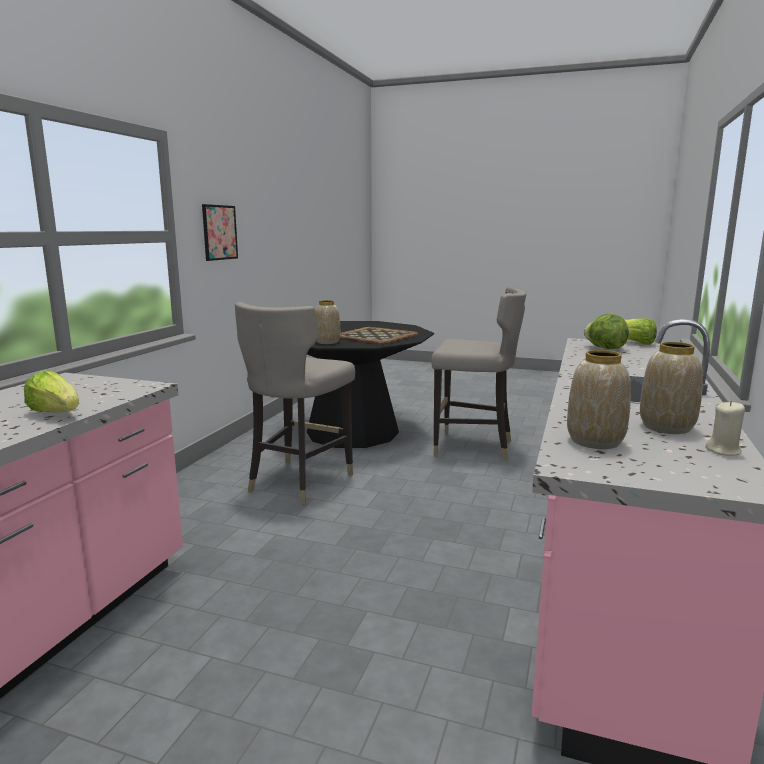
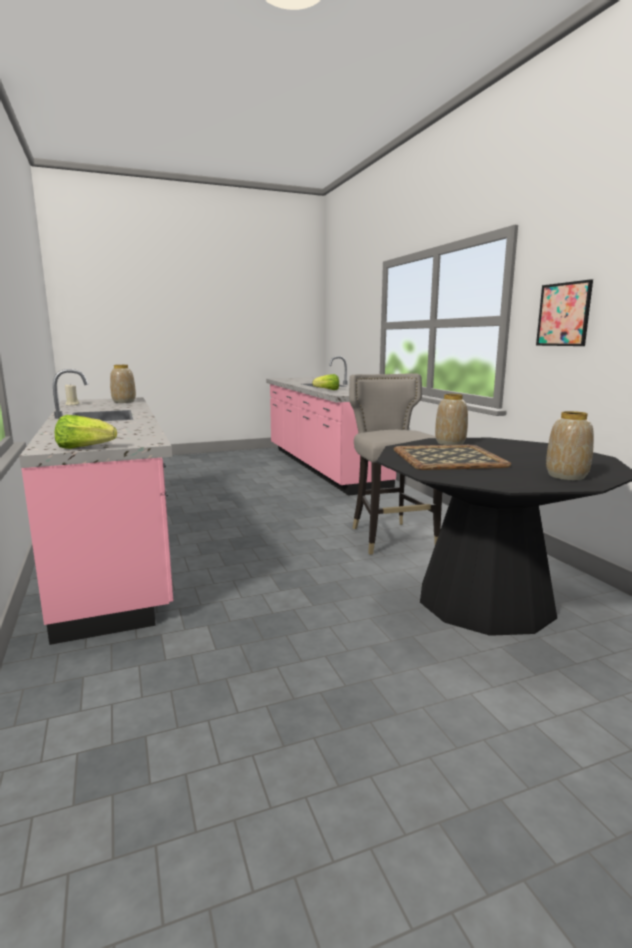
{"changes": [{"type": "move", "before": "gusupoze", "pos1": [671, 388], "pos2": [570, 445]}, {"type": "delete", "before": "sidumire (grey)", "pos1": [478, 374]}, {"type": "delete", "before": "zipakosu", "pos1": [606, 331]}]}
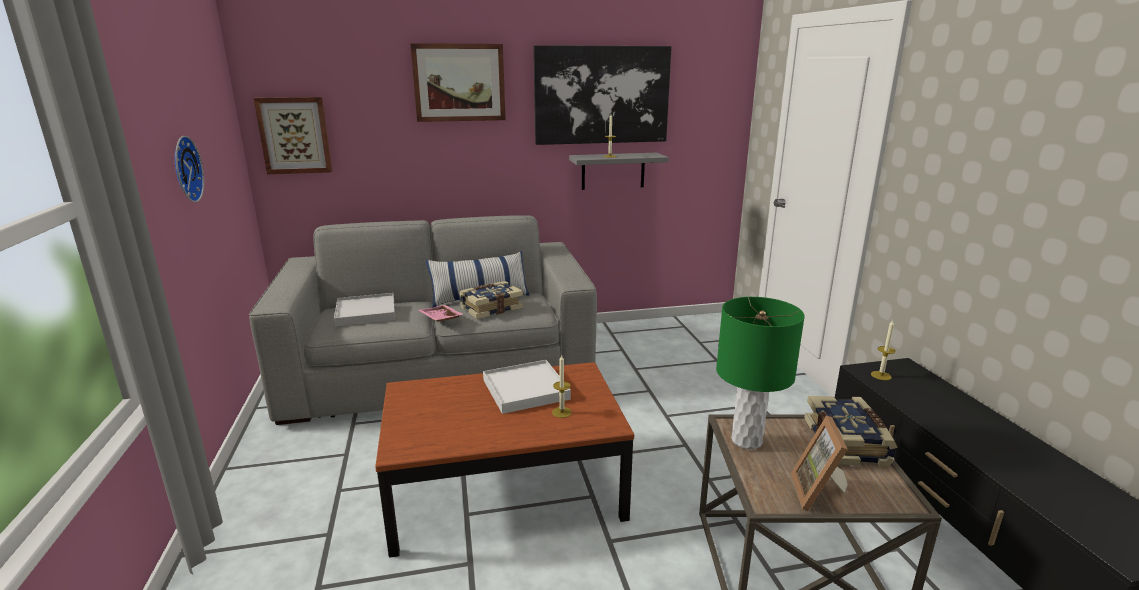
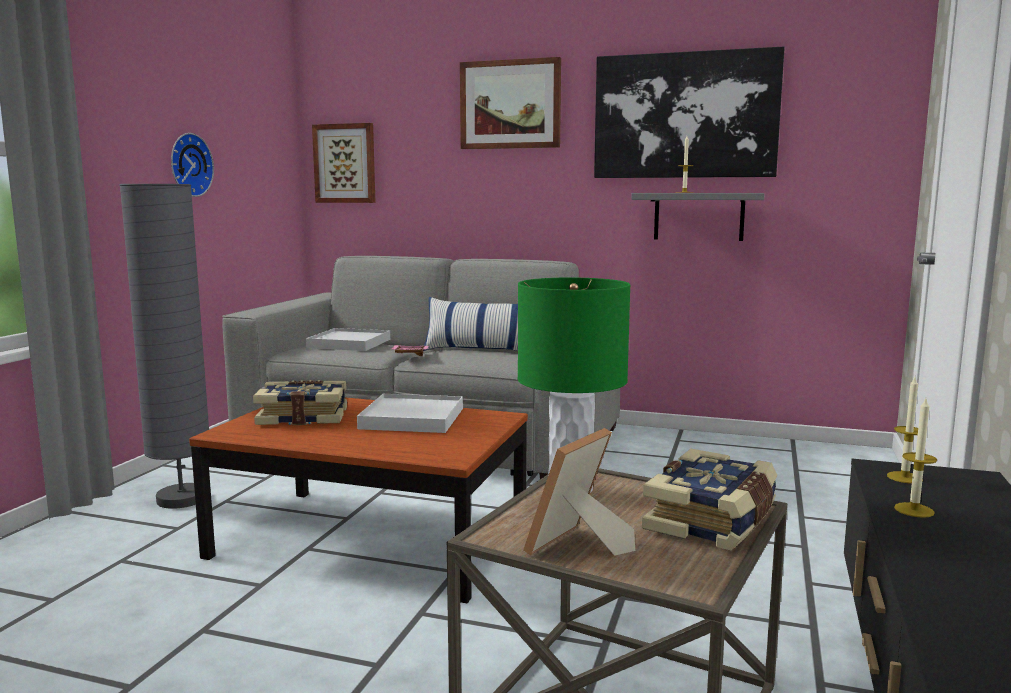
{"changes": [{"type": "insert", "after": "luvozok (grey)", "pos2": [164, 346]}, {"type": "move", "before": "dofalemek", "pos1": [491, 300], "pos2": [300, 402]}, {"type": "move", "before": "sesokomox", "pos1": [562, 386], "pos2": [915, 458]}]}
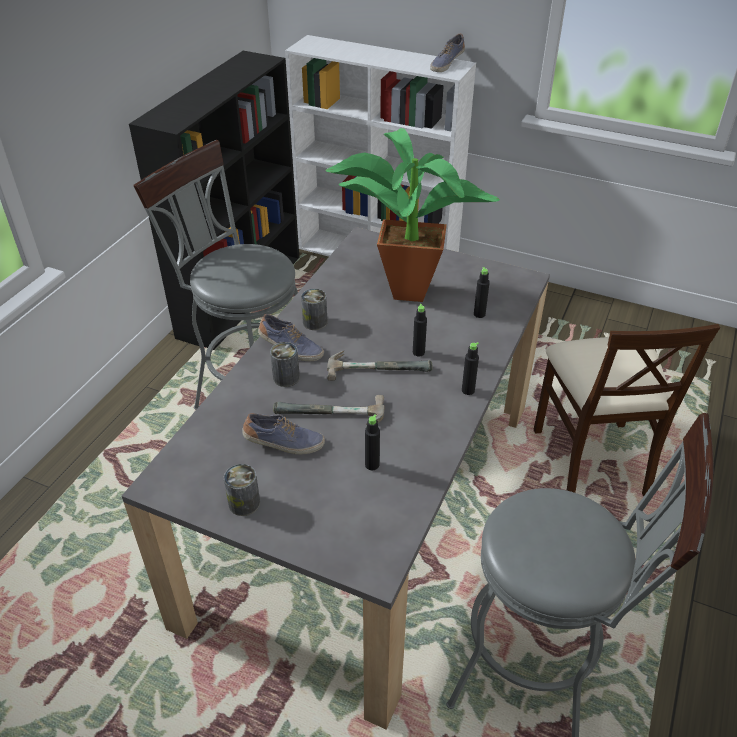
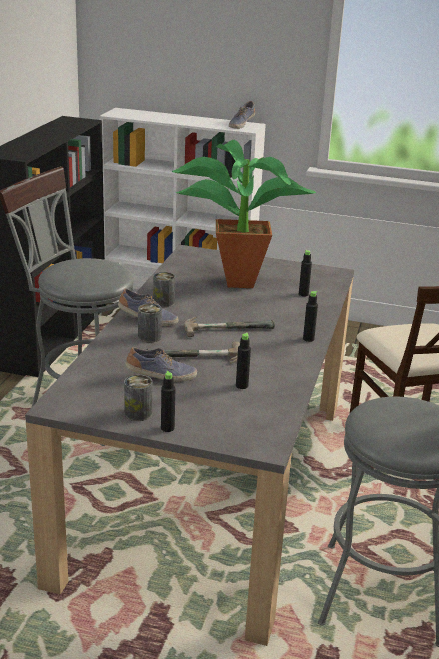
{"changes": [{"type": "move", "before": "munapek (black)", "pos1": [420, 330], "pos2": [168, 401]}]}
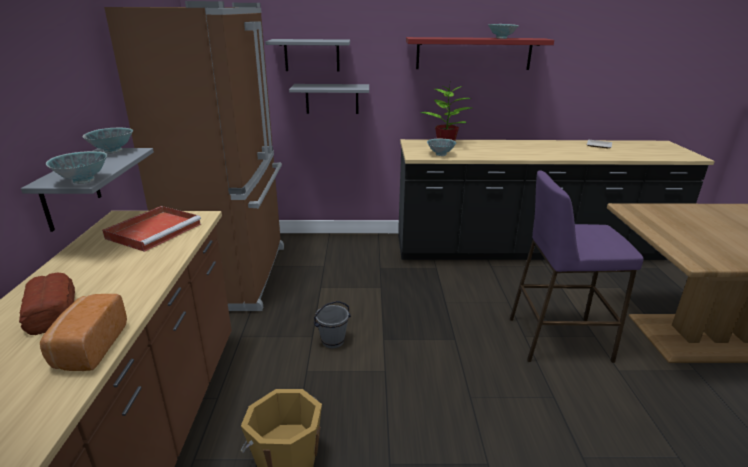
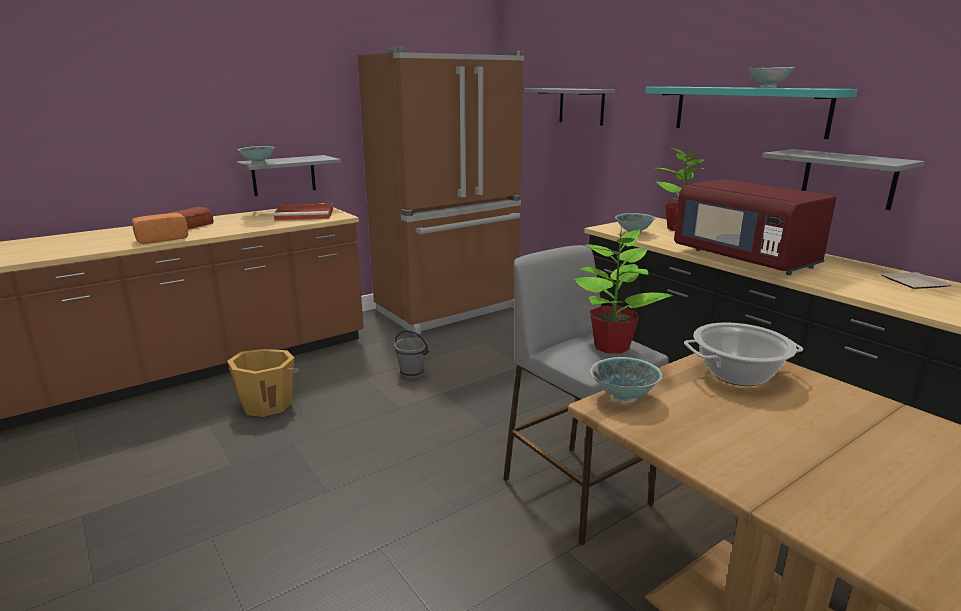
{"changes": [{"type": "recolor", "before": "sidumire (purple)", "after": "sidumire (grey)", "pos1": [577, 266], "pos2": [585, 395]}, {"type": "insert", "after": "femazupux", "pos2": [623, 290]}, {"type": "move", "before": "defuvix", "pos1": [107, 141], "pos2": [626, 380]}, {"type": "recolor", "before": "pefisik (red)", "after": "pefisik (turquoise)", "pos1": [480, 53], "pos2": [751, 113]}, {"type": "insert", "after": "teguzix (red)", "pos2": [755, 227]}, {"type": "insert", "after": "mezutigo", "pos2": [743, 354]}, {"type": "move", "before": "pefisik (grey)", "pos1": [329, 99], "pos2": [843, 179]}]}
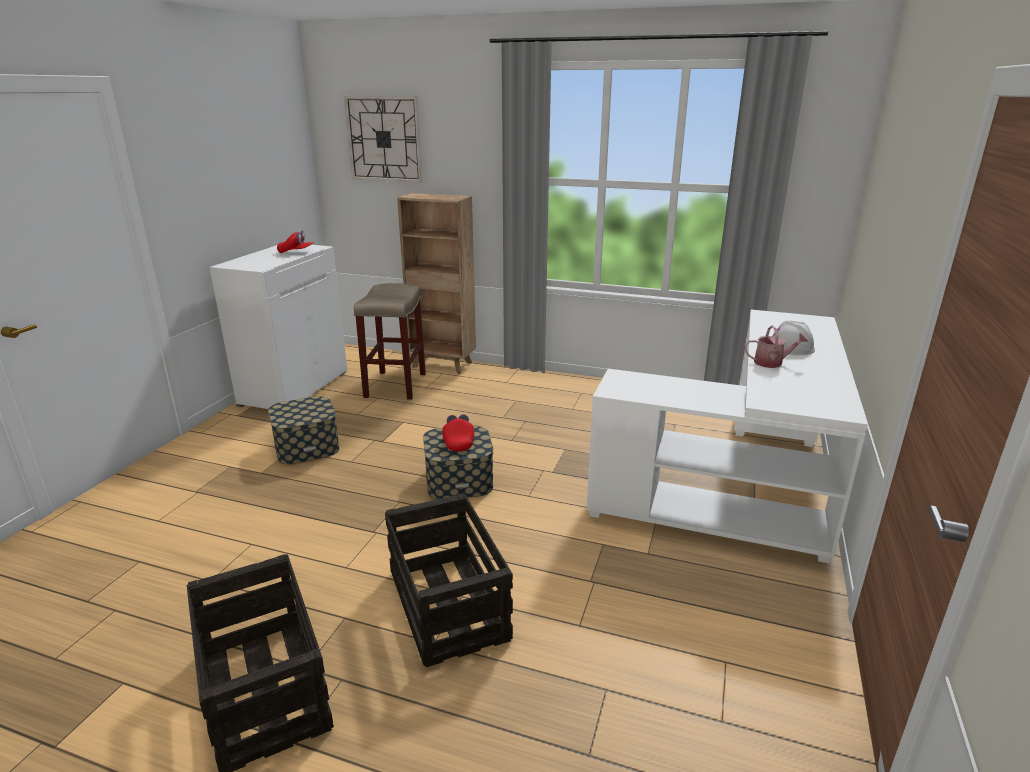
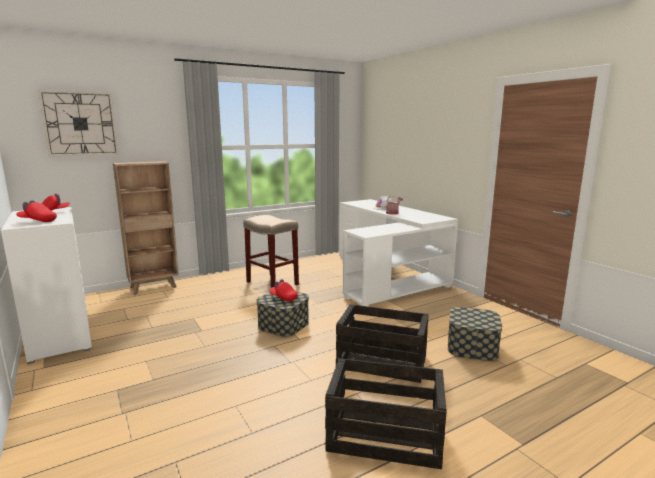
{"changes": [{"type": "insert", "after": "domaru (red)", "pos2": [36, 211]}, {"type": "move", "before": "sidumire (beige)", "pos1": [390, 341], "pos2": [271, 251]}, {"type": "move", "before": "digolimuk", "pos1": [304, 430], "pos2": [475, 334]}]}
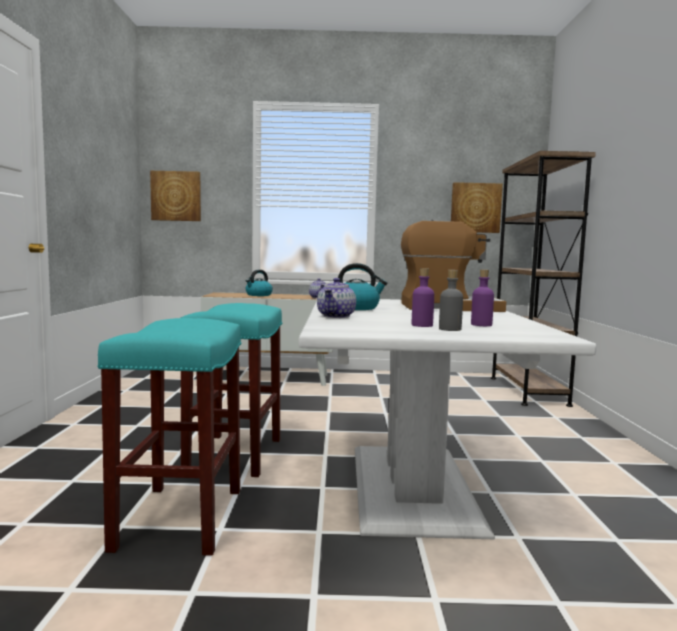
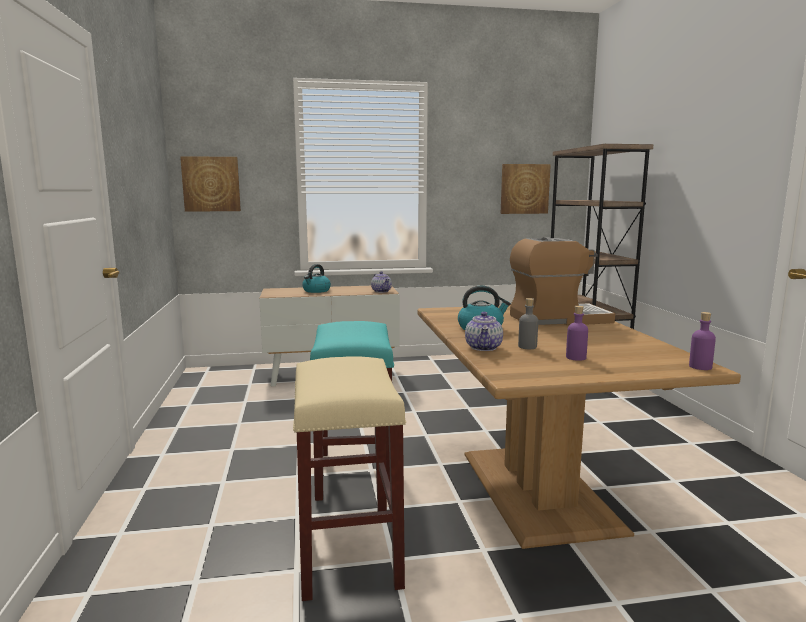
{"changes": [{"type": "recolor", "before": "sidumire (turquoise)", "after": "sidumire (beige)", "pos1": [169, 437], "pos2": [349, 478]}, {"type": "recolor", "before": "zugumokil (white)", "after": "zugumokil (brown)", "pos1": [447, 419], "pos2": [579, 427]}, {"type": "move", "before": "munapek (grey)", "pos1": [451, 300], "pos2": [528, 323]}, {"type": "move", "before": "munapek (purple)", "pos1": [482, 297], "pos2": [702, 341]}]}
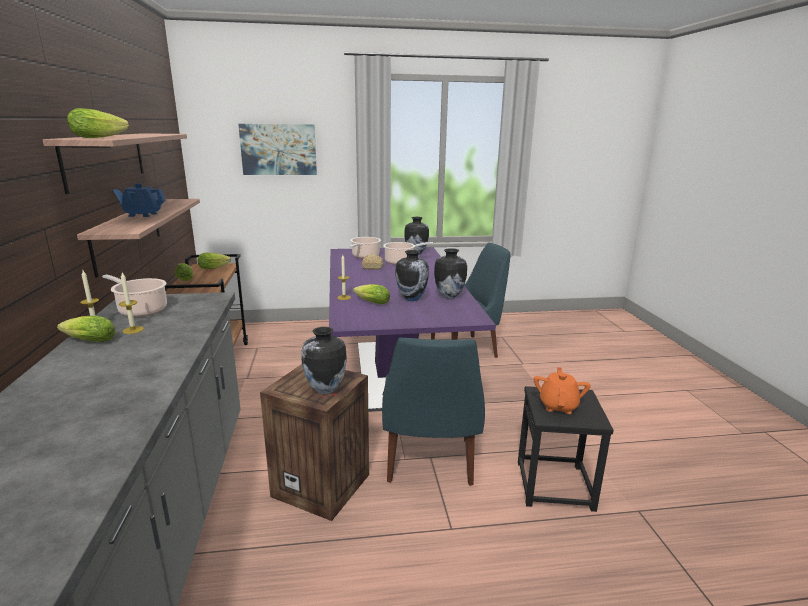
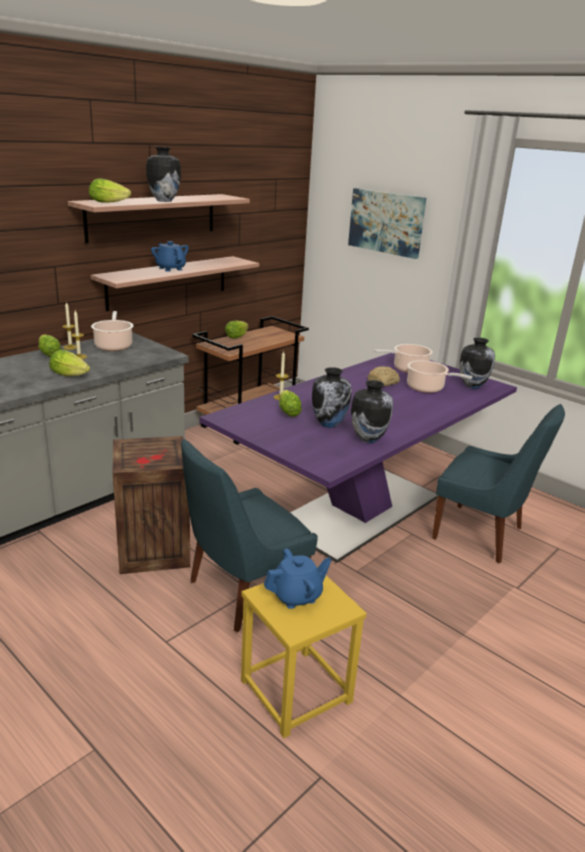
{"changes": [{"type": "move", "before": "zipakosu", "pos1": [214, 261], "pos2": [69, 363]}, {"type": "move", "before": "gusupoze", "pos1": [324, 360], "pos2": [163, 174]}, {"type": "recolor", "before": "sidumire (black)", "after": "sidumire (yellow)", "pos1": [566, 449], "pos2": [304, 652]}, {"type": "recolor", "before": "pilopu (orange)", "after": "pilopu (blue)", "pos1": [562, 390], "pos2": [297, 578]}]}
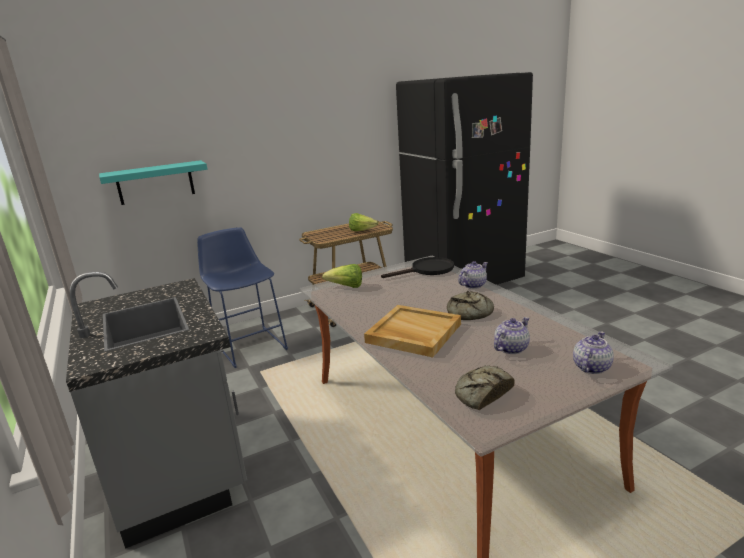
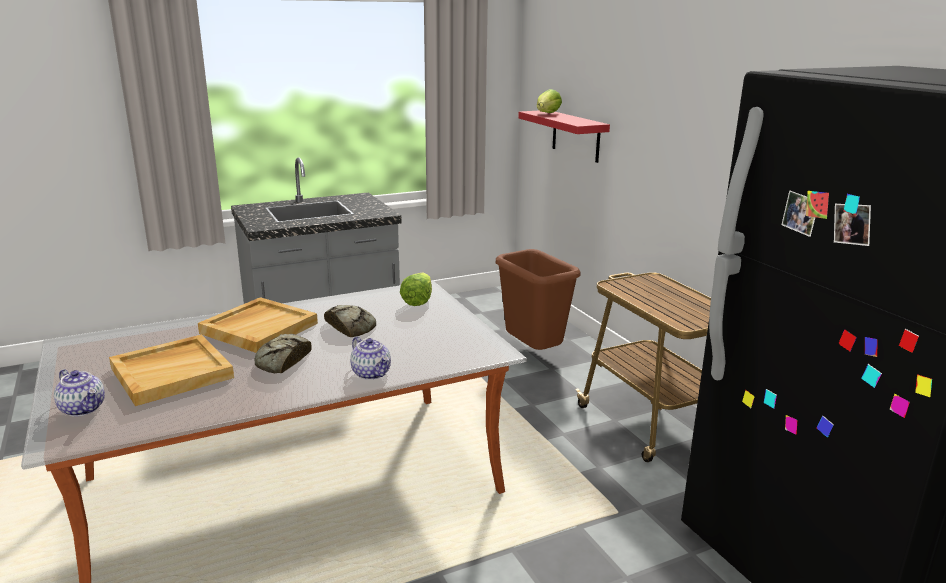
{"changes": [{"type": "replace", "before": "pilopu", "after": "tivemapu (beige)", "pos1": [512, 335], "pos2": [171, 370]}, {"type": "move", "before": "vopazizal", "pos1": [485, 388], "pos2": [350, 321]}, {"type": "replace", "before": "sidumire (blue)", "after": "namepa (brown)", "pos1": [242, 297], "pos2": [538, 299]}, {"type": "recolor", "before": "pefisik (turquoise)", "after": "pefisik (red)", "pos1": [153, 182], "pos2": [564, 137]}, {"type": "move", "before": "zipakosu", "pos1": [363, 222], "pos2": [549, 101]}, {"type": "delete", "before": "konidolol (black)", "pos1": [417, 267]}]}
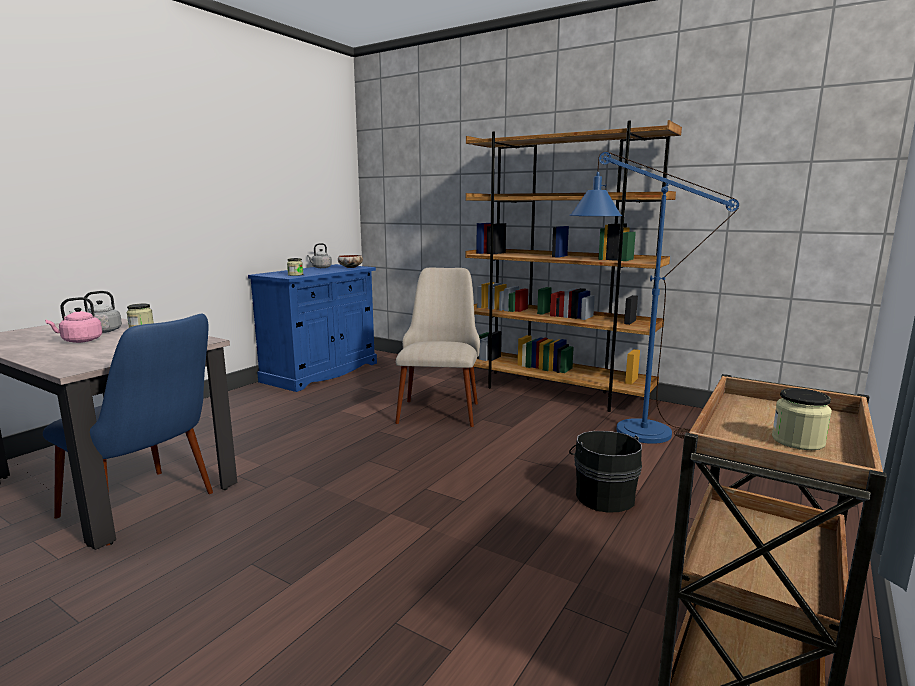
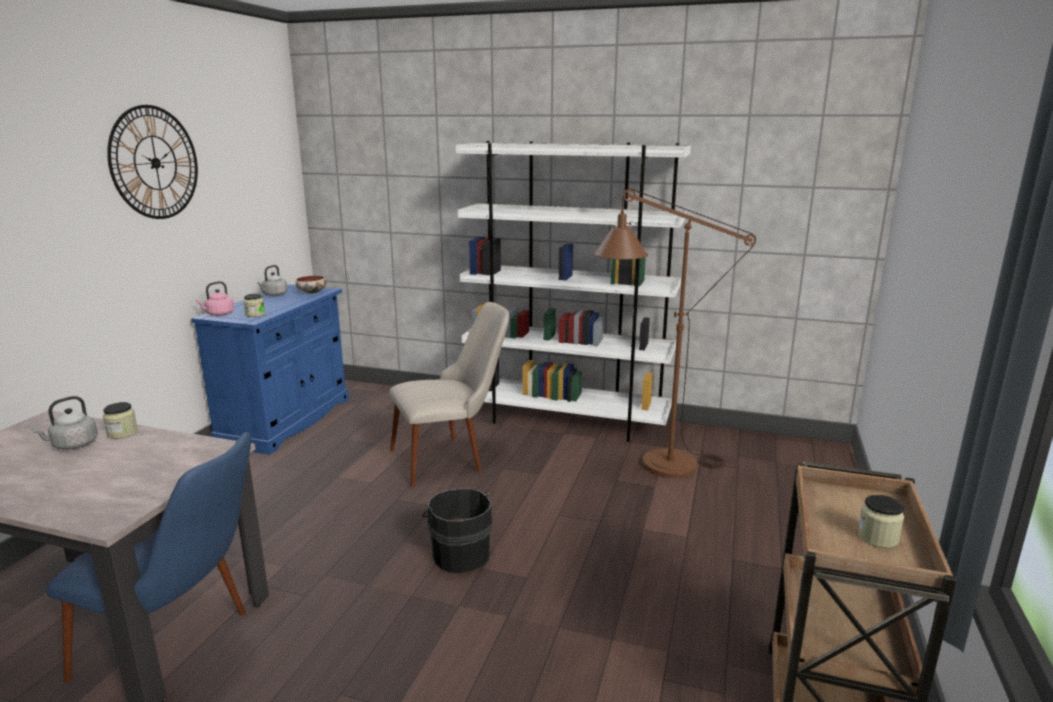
{"changes": [{"type": "insert", "after": "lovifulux", "pos2": [152, 162]}, {"type": "move", "before": "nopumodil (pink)", "pos1": [73, 320], "pos2": [215, 298]}, {"type": "rotate", "before": "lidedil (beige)", "pos1": [437, 347], "pos2": [449, 394], "turn": 75}, {"type": "move", "before": "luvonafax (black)", "pos1": [605, 472], "pos2": [457, 531]}, {"type": "recolor", "before": "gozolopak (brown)", "after": "gozolopak (white)", "pos1": [573, 266], "pos2": [573, 291]}, {"type": "recolor", "before": "luvozok (blue)", "after": "luvozok (brown)", "pos1": [654, 297], "pos2": [674, 333]}]}
